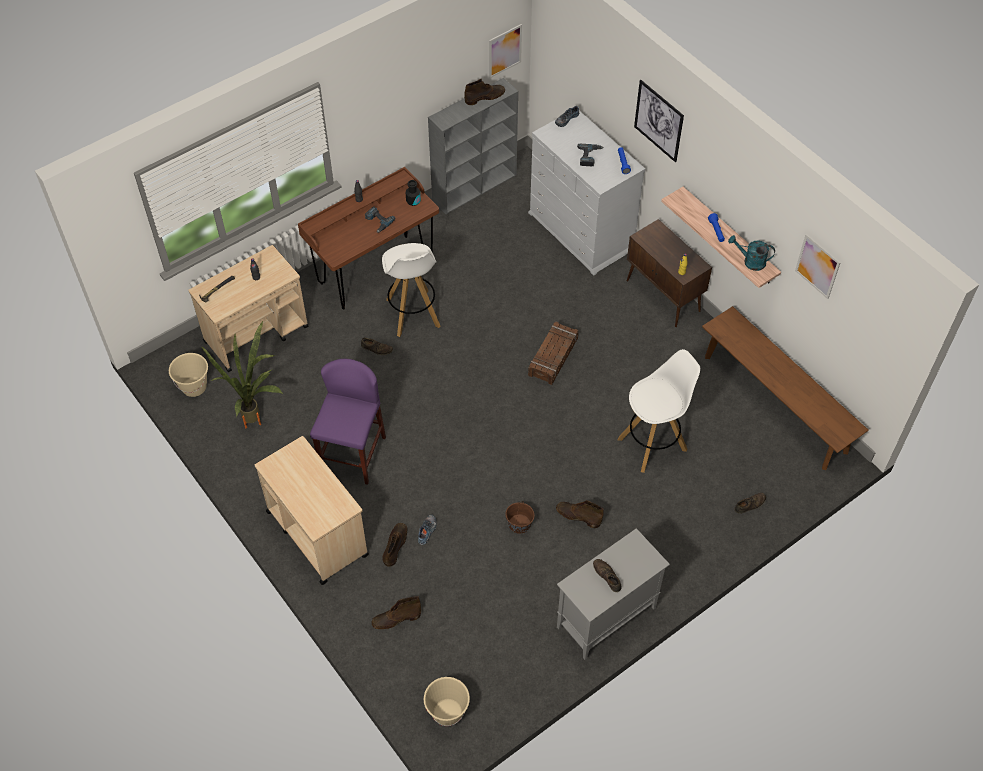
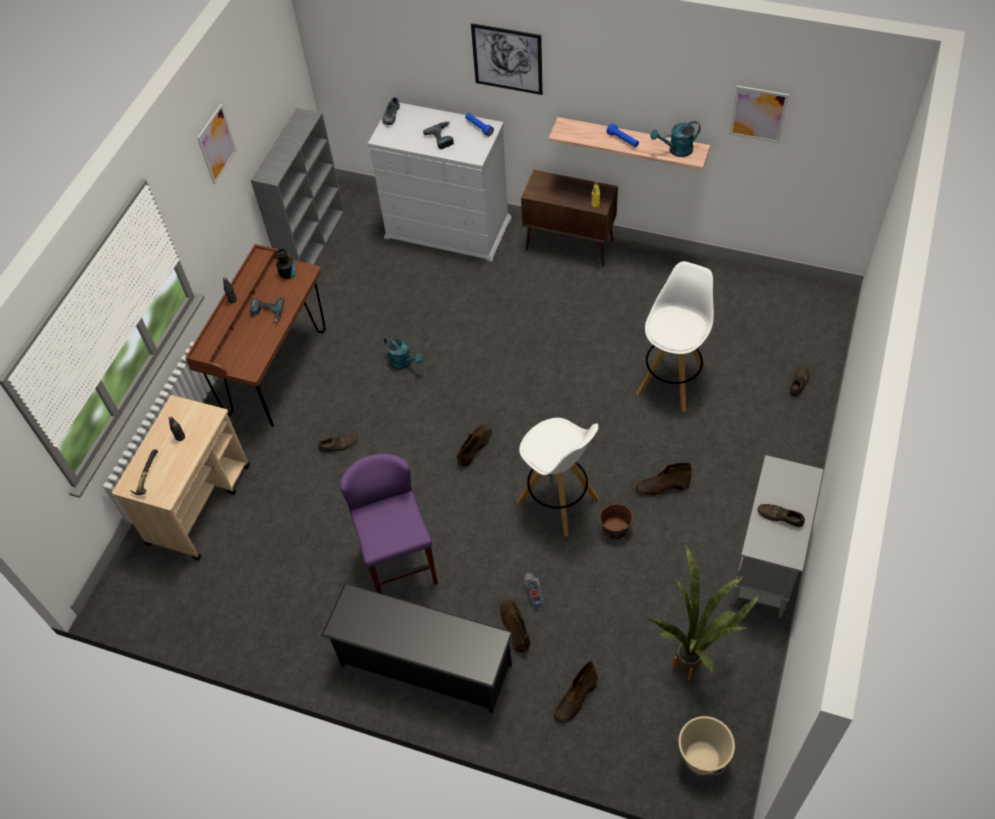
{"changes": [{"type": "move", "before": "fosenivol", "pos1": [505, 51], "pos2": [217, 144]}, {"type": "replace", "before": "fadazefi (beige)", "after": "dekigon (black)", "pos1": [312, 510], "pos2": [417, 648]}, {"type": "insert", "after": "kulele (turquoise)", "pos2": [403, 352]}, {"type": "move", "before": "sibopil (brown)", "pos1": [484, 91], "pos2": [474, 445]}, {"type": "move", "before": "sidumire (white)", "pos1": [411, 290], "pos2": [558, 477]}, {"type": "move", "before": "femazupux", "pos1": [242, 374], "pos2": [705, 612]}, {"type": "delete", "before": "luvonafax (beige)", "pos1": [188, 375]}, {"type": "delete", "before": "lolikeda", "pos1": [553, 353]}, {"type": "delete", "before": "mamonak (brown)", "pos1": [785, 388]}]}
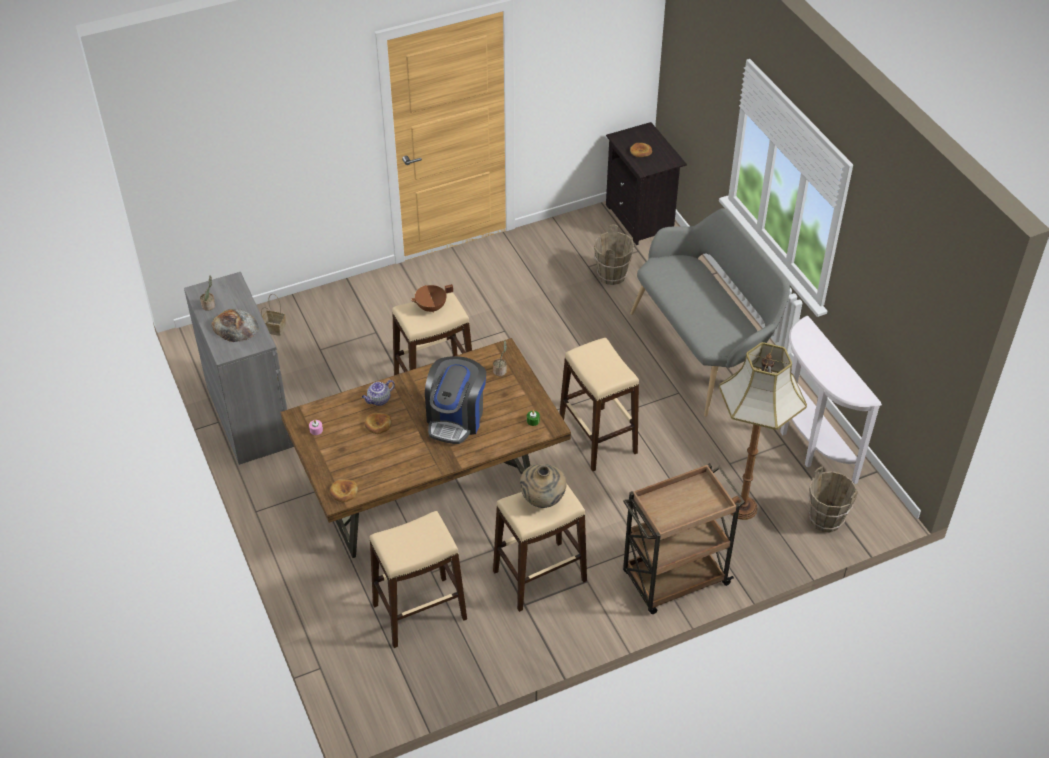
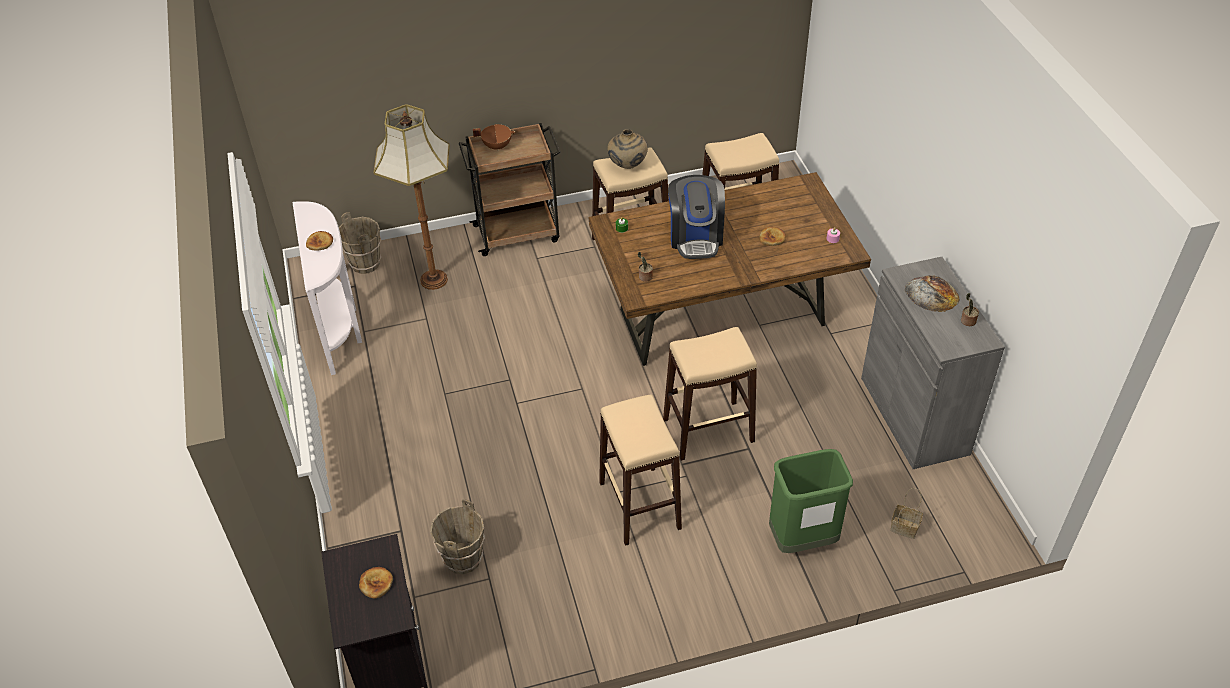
{"changes": [{"type": "move", "before": "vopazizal", "pos1": [344, 490], "pos2": [319, 241]}, {"type": "move", "before": "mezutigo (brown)", "pos1": [432, 298], "pos2": [494, 137]}, {"type": "move", "before": "sidumire (beige)", "pos1": [599, 404], "pos2": [640, 470]}, {"type": "rotate", "before": "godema", "pos1": [455, 400], "pos2": [696, 217], "turn": 150}, {"type": "insert", "after": "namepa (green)", "pos2": [811, 501]}, {"type": "delete", "before": "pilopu", "pos1": [378, 393]}, {"type": "delete", "before": "mamonak (grey)", "pos1": [710, 312]}]}
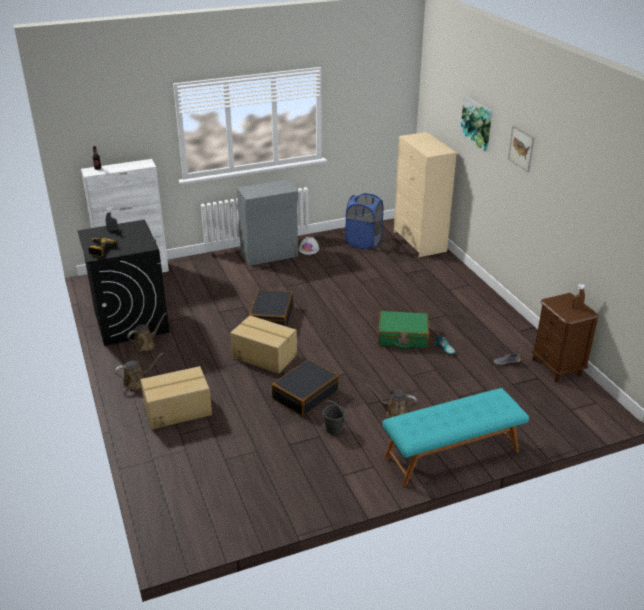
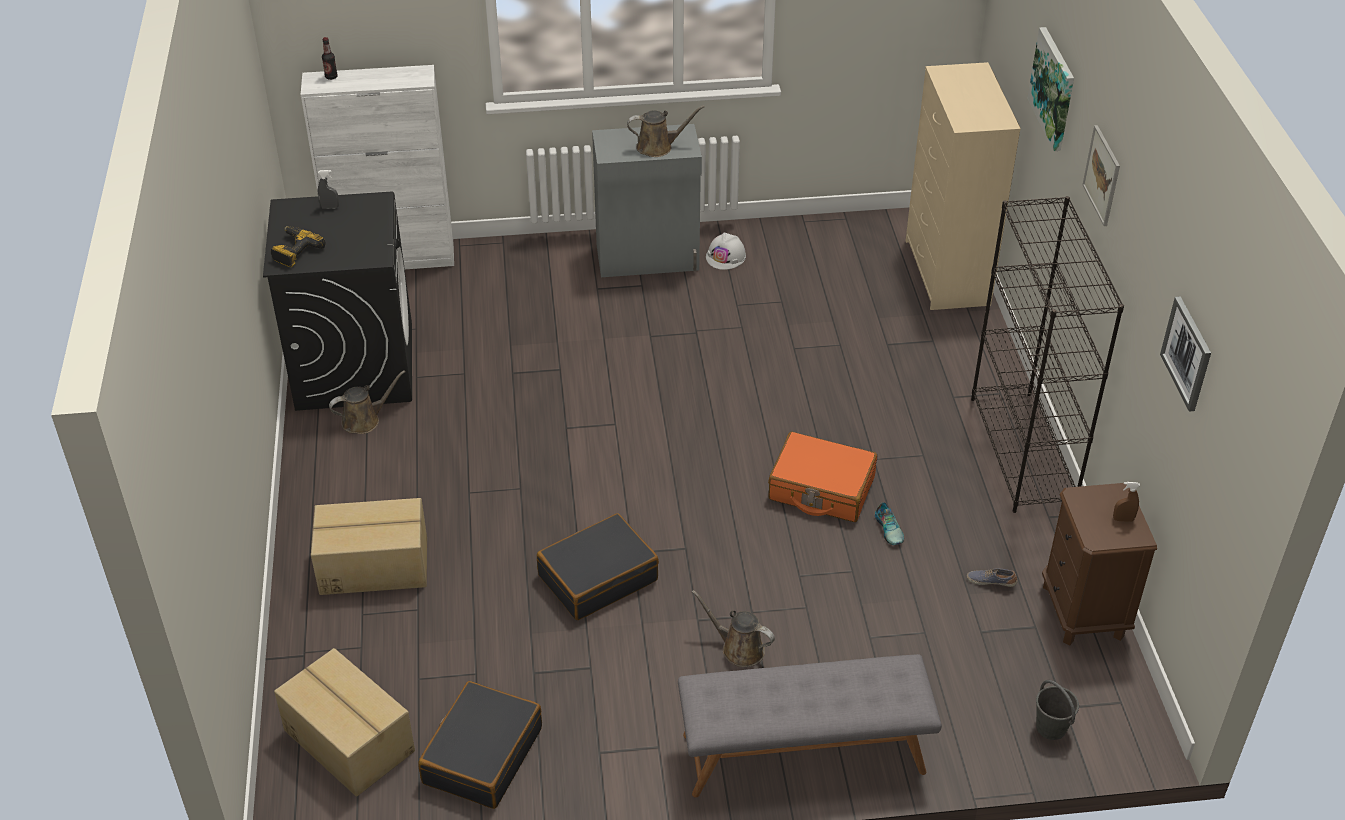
{"changes": [{"type": "move", "before": "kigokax", "pos1": [263, 344], "pos2": [344, 722]}, {"type": "move", "before": "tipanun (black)", "pos1": [271, 308], "pos2": [480, 745]}, {"type": "move", "before": "kulele (brown)", "pos1": [139, 371], "pos2": [666, 131]}, {"type": "recolor", "before": "mamonak (turquoise)", "after": "mamonak (grey)", "pos1": [455, 437], "pos2": [810, 725]}, {"type": "recolor", "before": "tipanun (green)", "after": "tipanun (orange)", "pos1": [404, 330], "pos2": [822, 476]}, {"type": "insert", "after": "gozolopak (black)", "pos2": [1047, 354]}, {"type": "move", "before": "luvonafax (grey)", "pos1": [334, 417], "pos2": [1057, 710]}, {"type": "insert", "after": "fosenivol", "pos2": [1185, 354]}, {"type": "delete", "before": "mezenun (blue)", "pos1": [364, 221]}]}
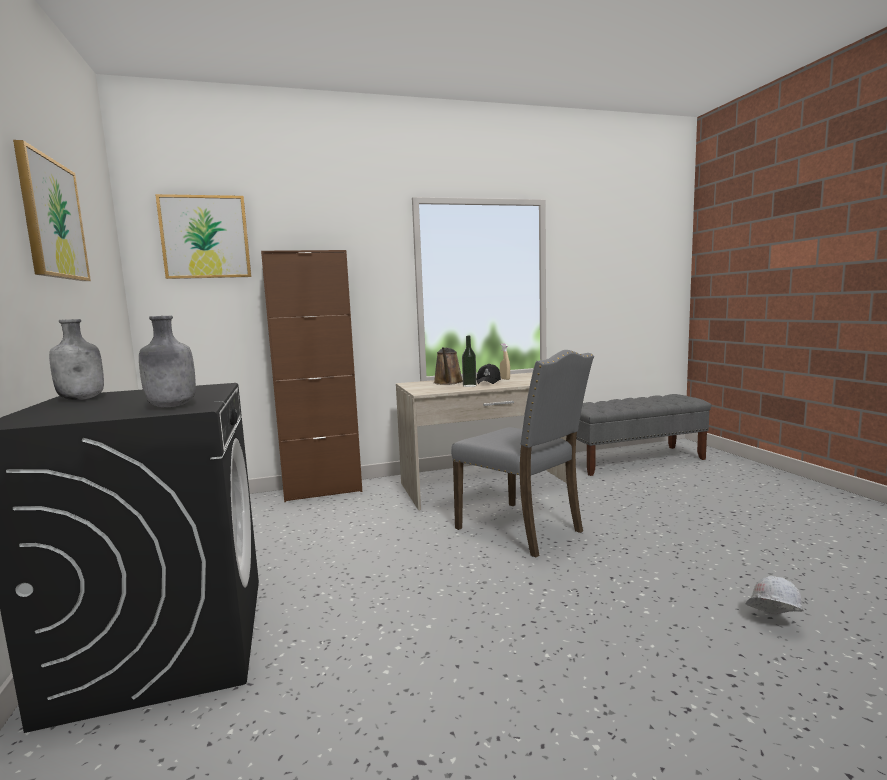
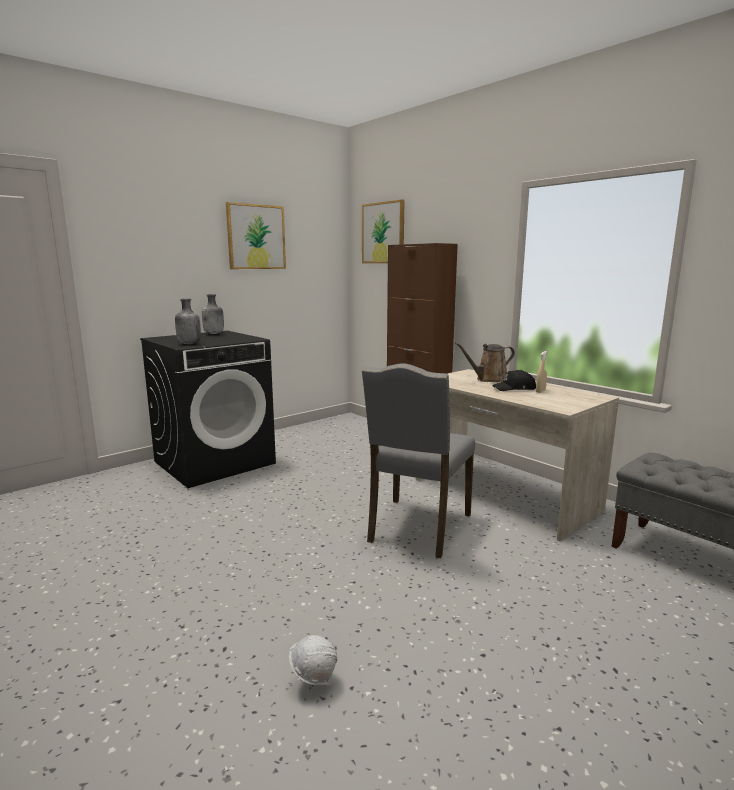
{"changes": [{"type": "delete", "before": "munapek", "pos1": [469, 361]}]}
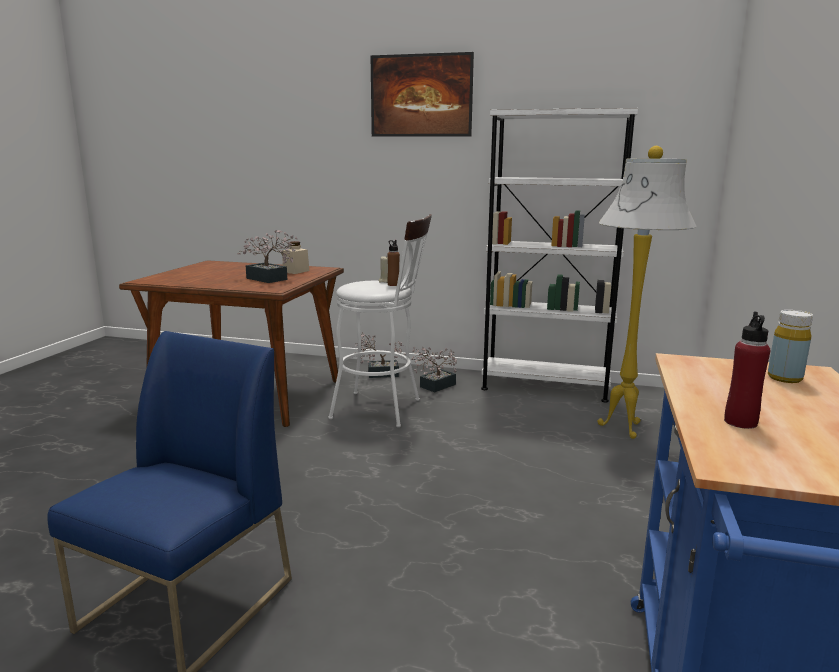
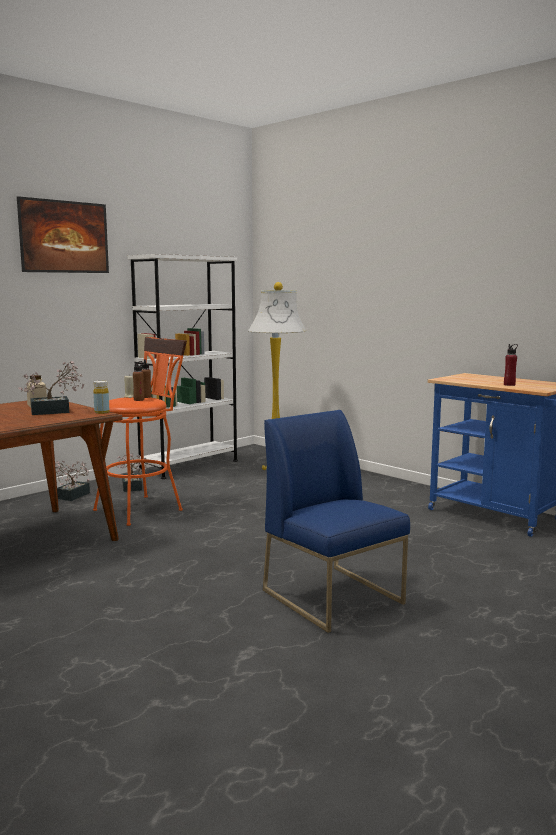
{"changes": [{"type": "recolor", "before": "sidumire (white)", "after": "sidumire (orange)", "pos1": [380, 320], "pos2": [140, 431]}, {"type": "move", "before": "munapek (yellow)", "pos1": [790, 346], "pos2": [101, 397]}, {"type": "insert", "after": "munapek (brown)", "pos2": [138, 381]}]}
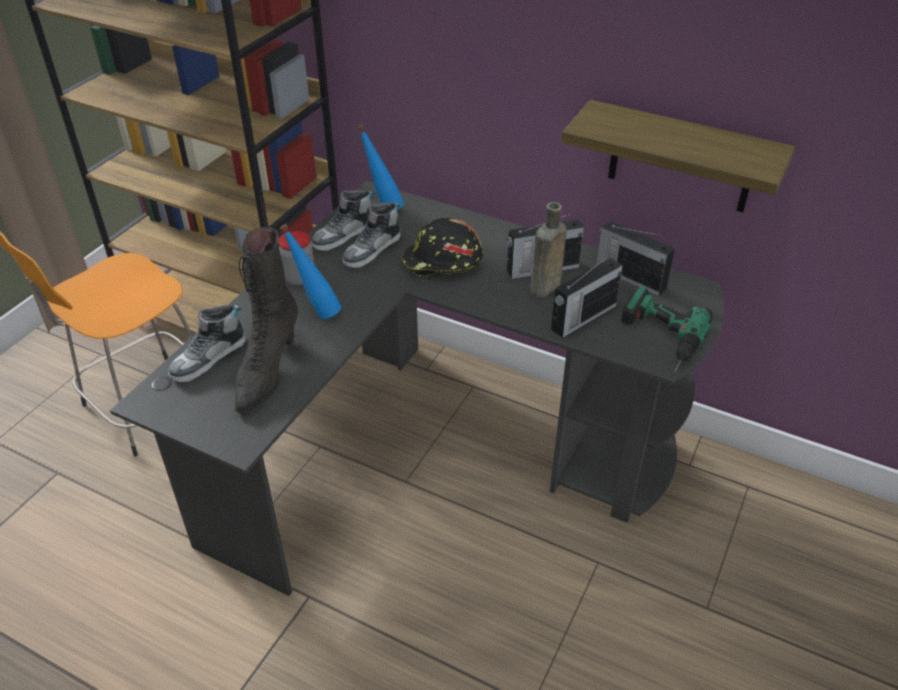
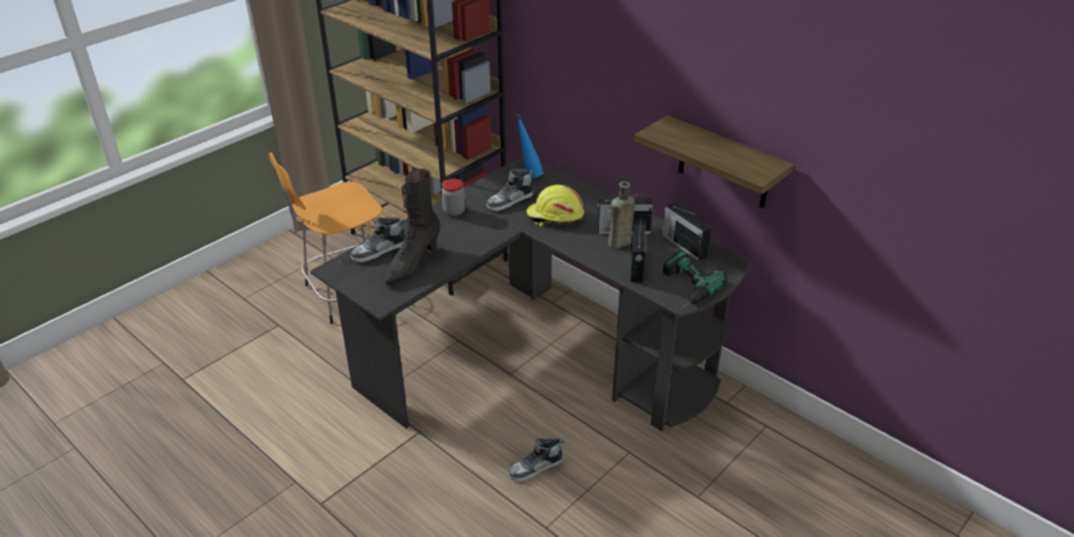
{"changes": [{"type": "move", "before": "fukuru", "pos1": [343, 220], "pos2": [536, 459]}, {"type": "recolor", "before": "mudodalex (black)", "after": "mudodalex (yellow)", "pos1": [442, 249], "pos2": [555, 205]}, {"type": "rotate", "before": "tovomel", "pos1": [587, 295], "pos2": [638, 249], "turn": -60}, {"type": "delete", "before": "munapek (blue)", "pos1": [310, 271]}]}
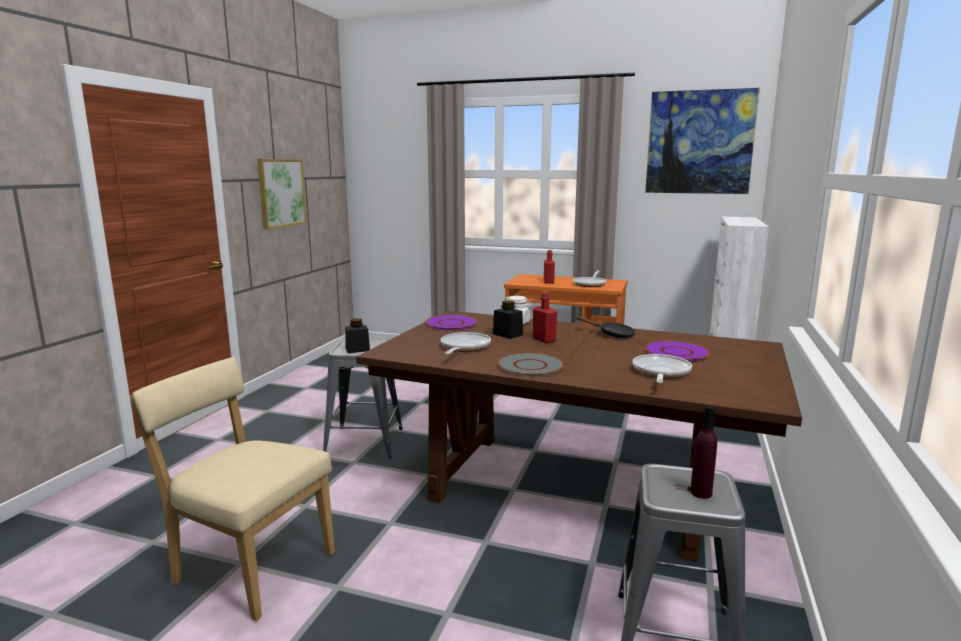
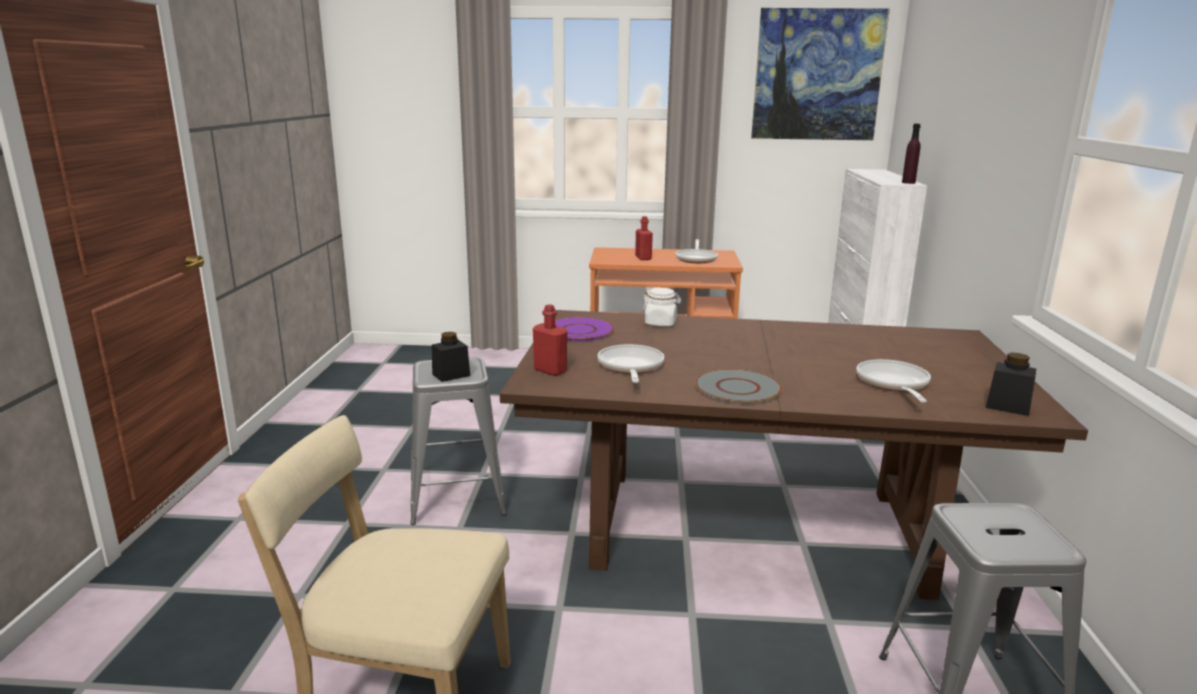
{"changes": [{"type": "move", "before": "munapek (red)", "pos1": [545, 317], "pos2": [550, 340]}, {"type": "move", "before": "munapek (purple)", "pos1": [703, 452], "pos2": [911, 154]}, {"type": "move", "before": "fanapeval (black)", "pos1": [508, 320], "pos2": [1011, 384]}, {"type": "delete", "before": "fosenivol", "pos1": [282, 194]}, {"type": "delete", "before": "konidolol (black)", "pos1": [606, 327]}, {"type": "delete", "before": "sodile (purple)", "pos1": [677, 351]}]}
